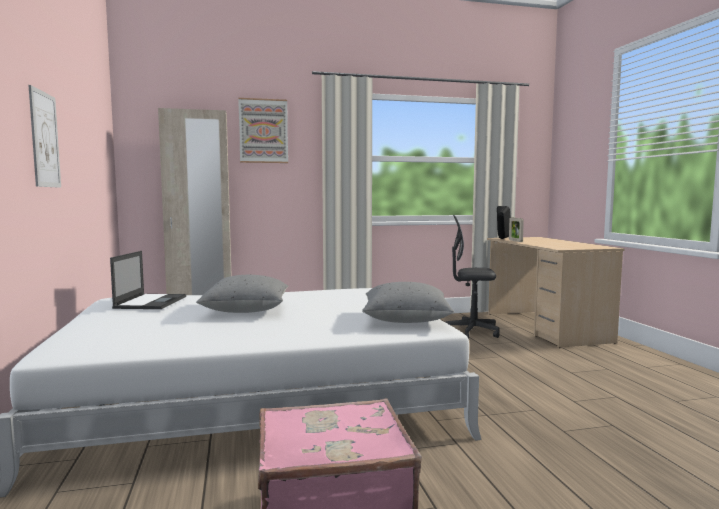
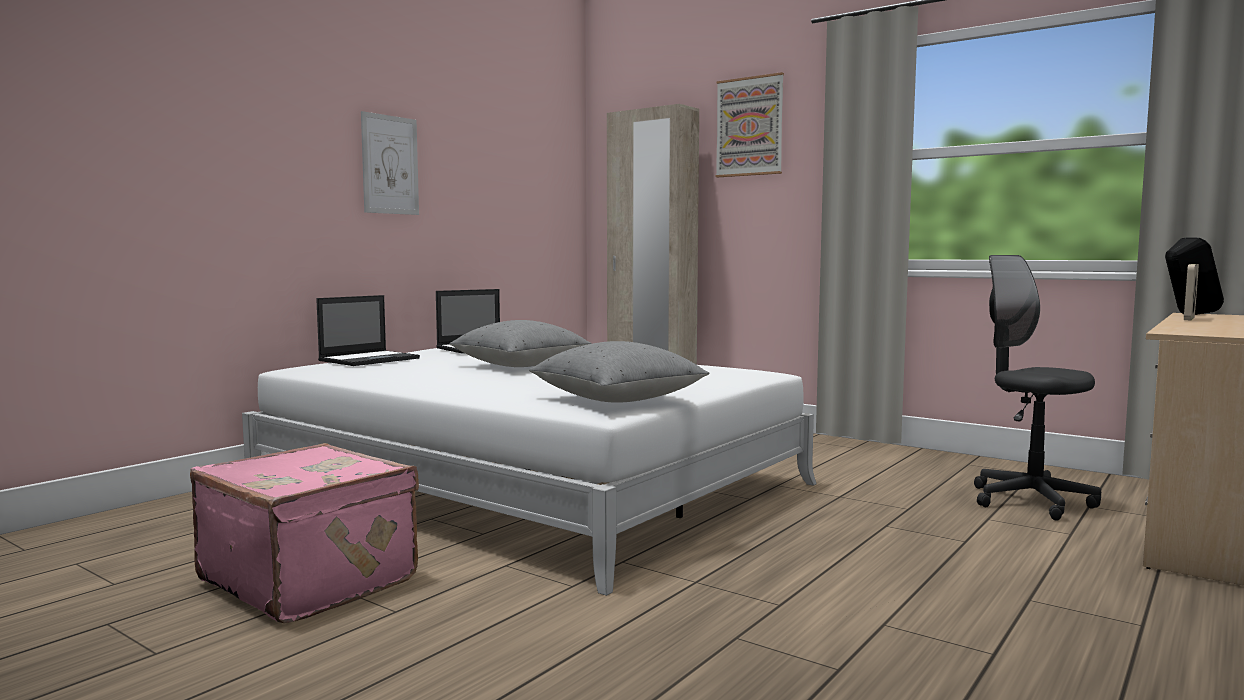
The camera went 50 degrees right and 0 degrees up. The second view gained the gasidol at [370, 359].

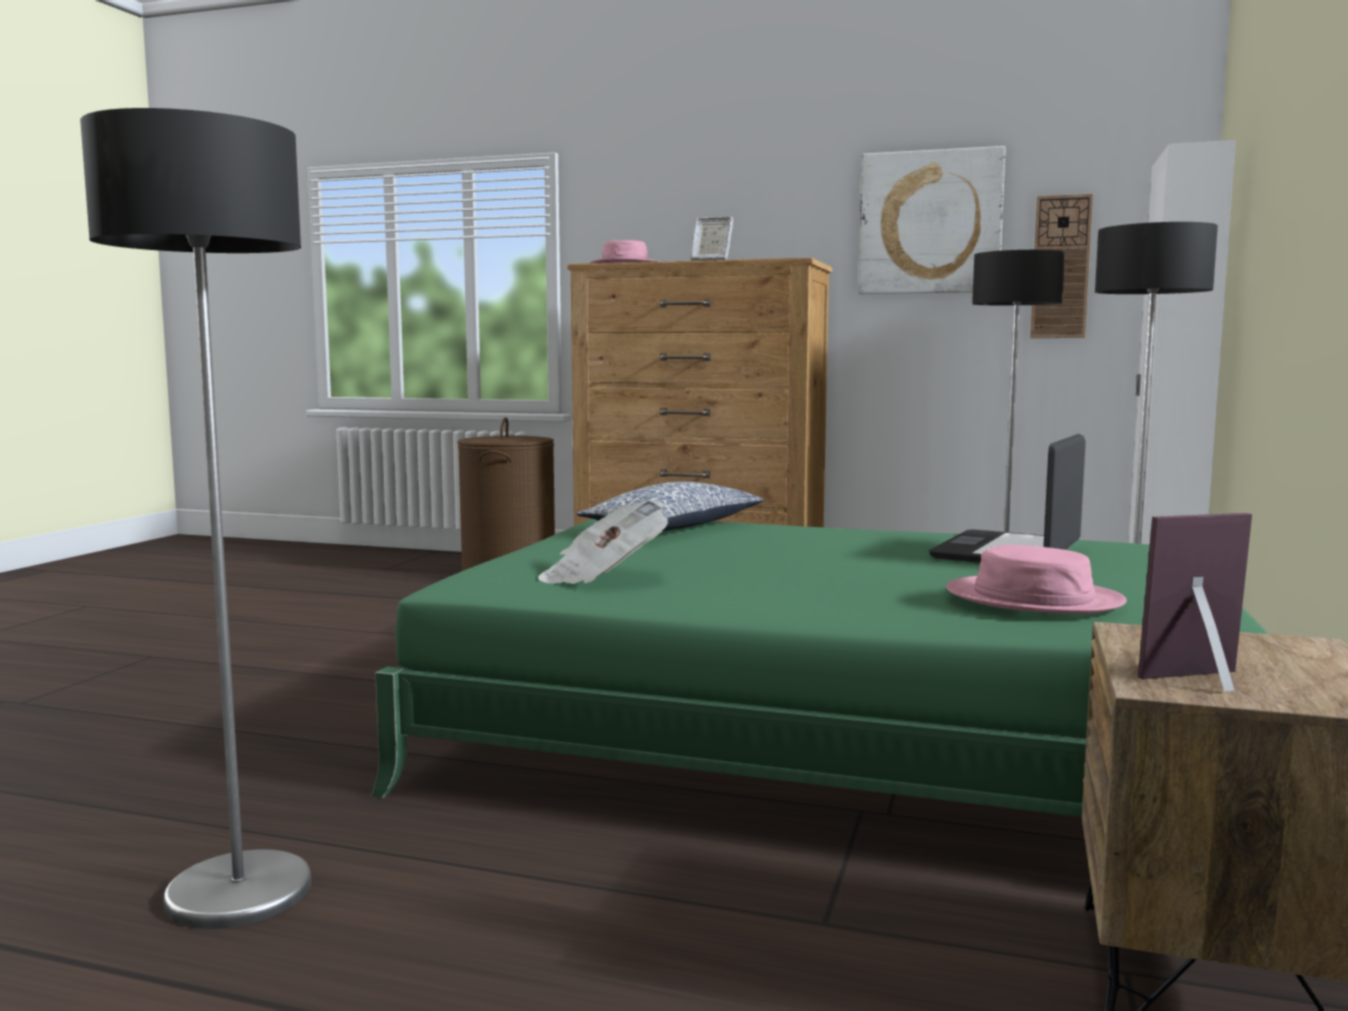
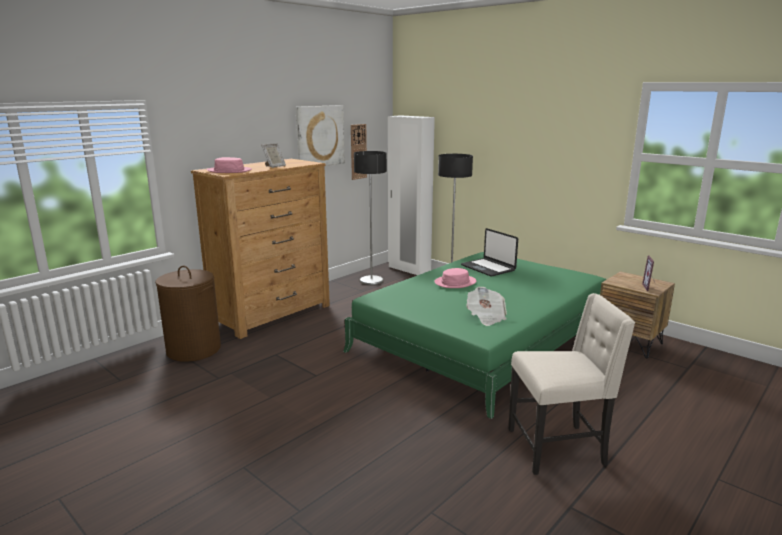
The camera went 65 degrees left and 10 degrees up. The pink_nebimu ended up elsewhere, having gone from [1033, 598] to [455, 282]. Where the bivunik stood at [238, 893], the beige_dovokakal came to stand at [558, 448]. The second view lost the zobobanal at [676, 528].

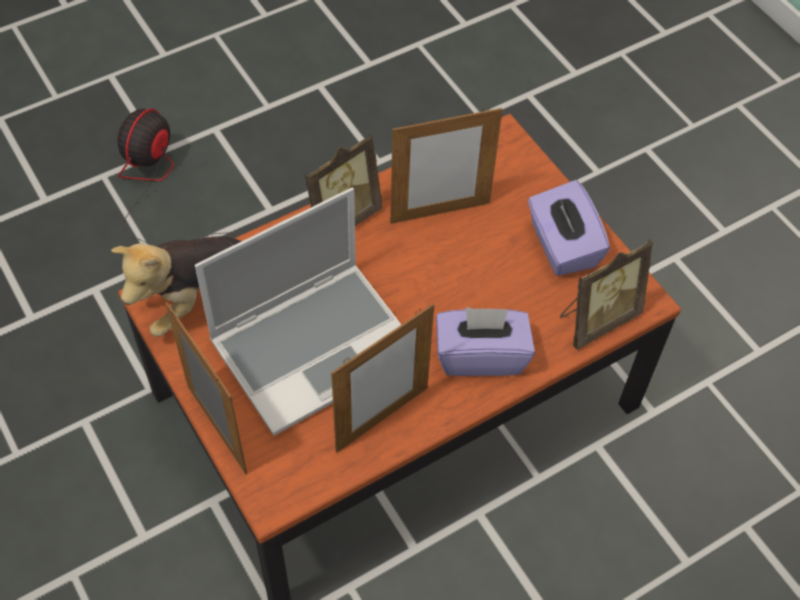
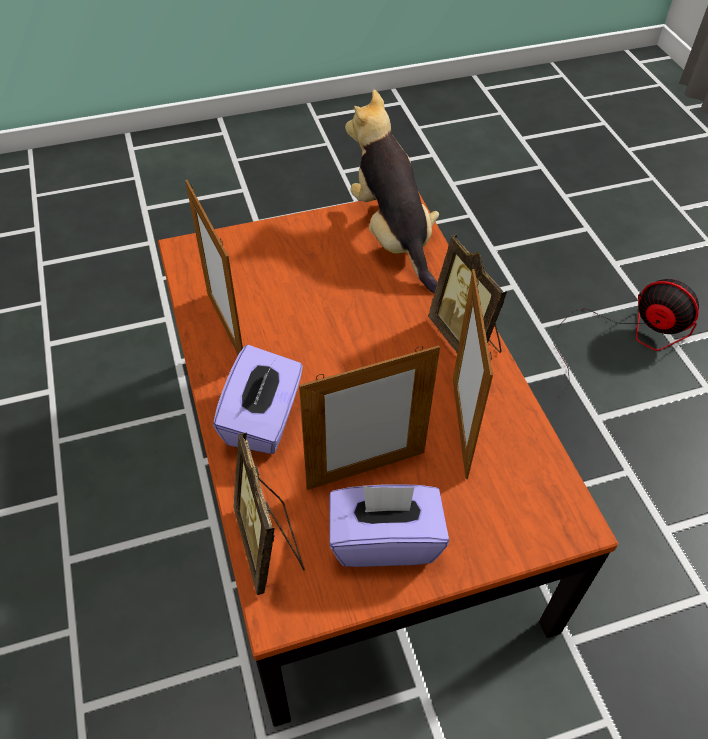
The camera went 105 degrees right and 5 degrees down. The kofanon ended up elsewhere, having gone from [216, 429] to [366, 470]. The second view lost the gasidol at [315, 345].

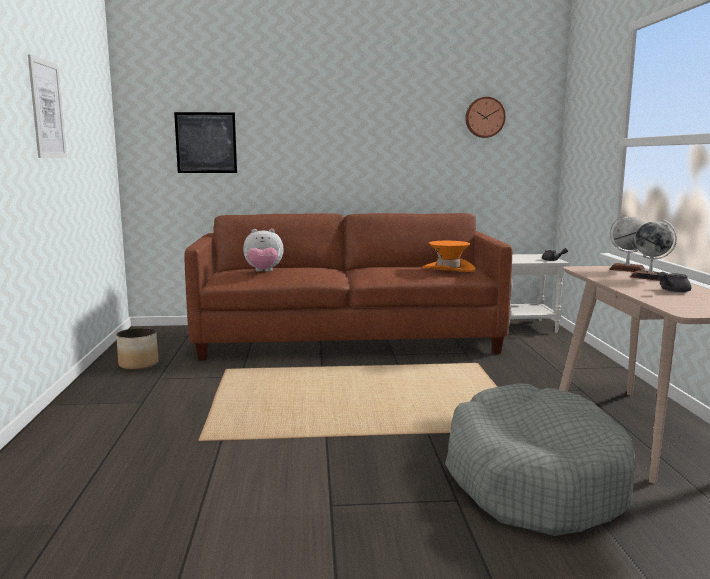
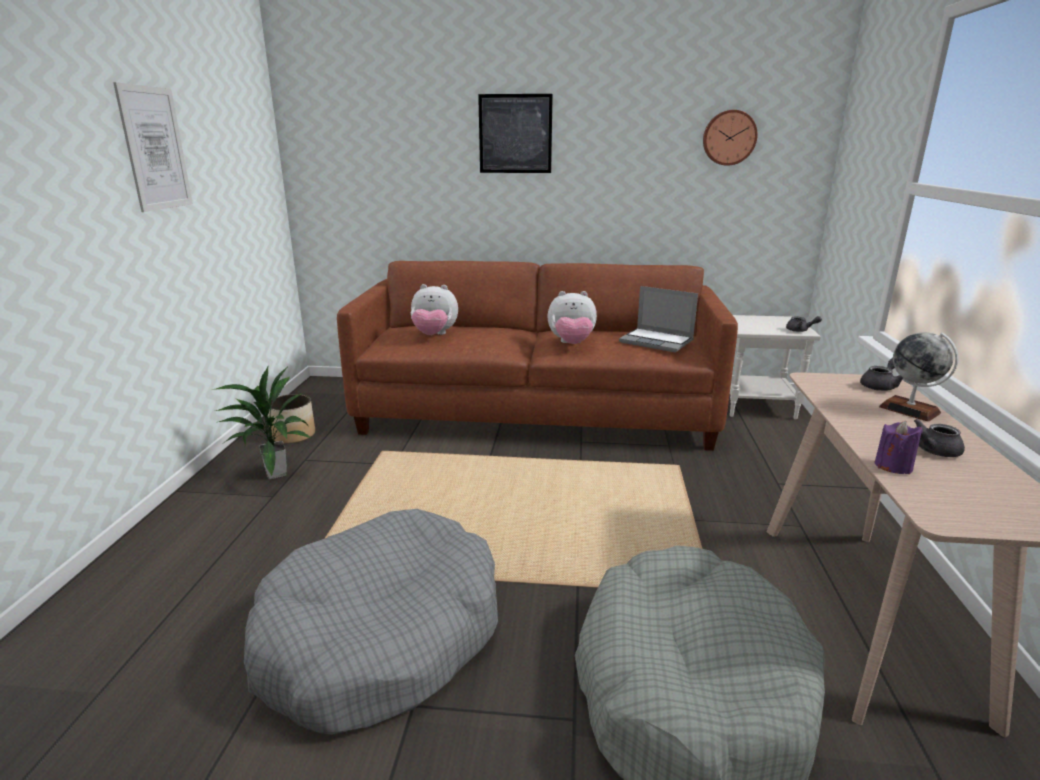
The camera went 10 degrees right and 10 degrees up. The second view gained the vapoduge at [275, 474]. The second view gained the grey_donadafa at [381, 637]. The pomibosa ended up elsewhere, having gone from [206, 143] to [515, 134]. The second view gained the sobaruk at [571, 344]. Where the orange_nebimu stood at [448, 269], the gasidol came to stand at [657, 341]. Where the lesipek stood at [626, 269], the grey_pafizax came to stand at [880, 386]. The second view gained the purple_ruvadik at [893, 466].

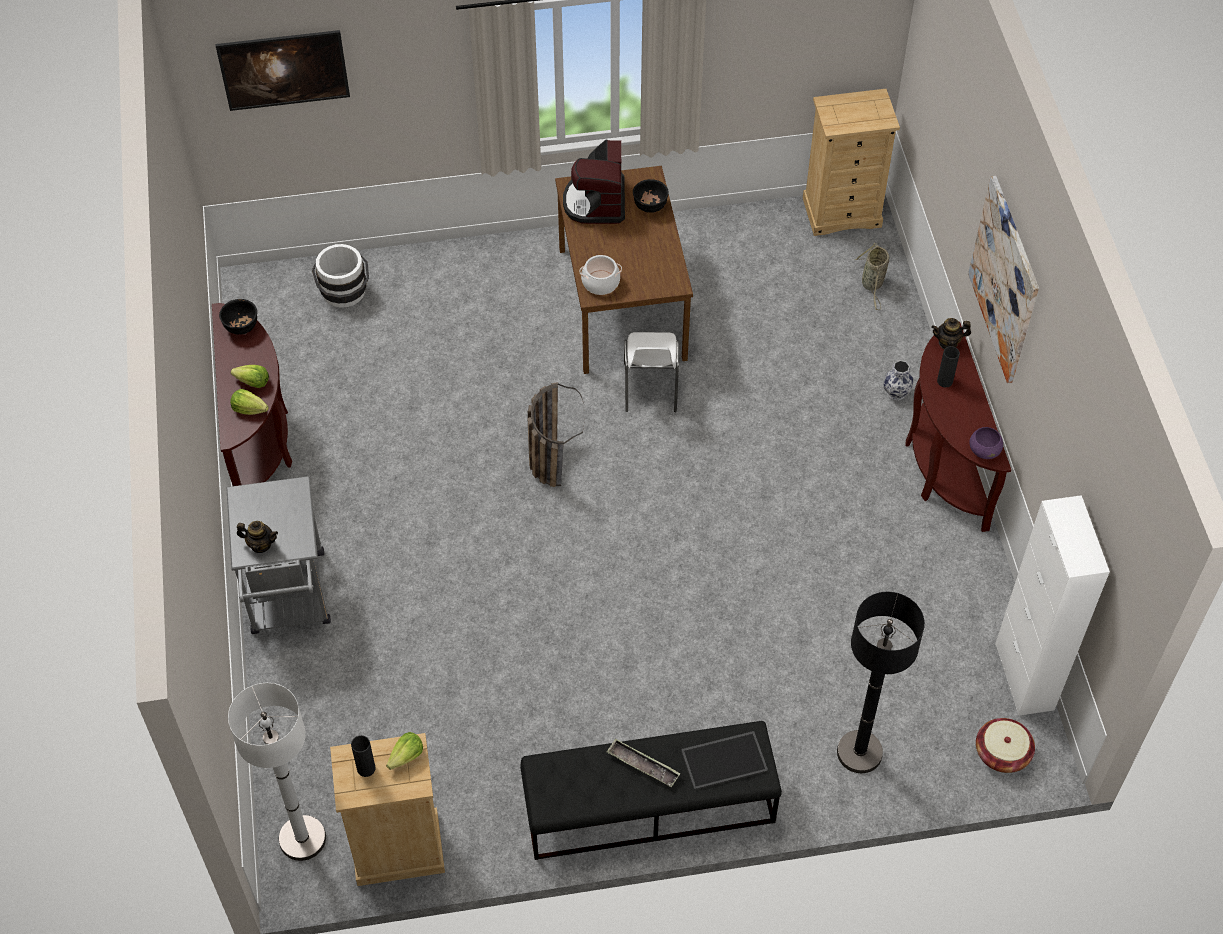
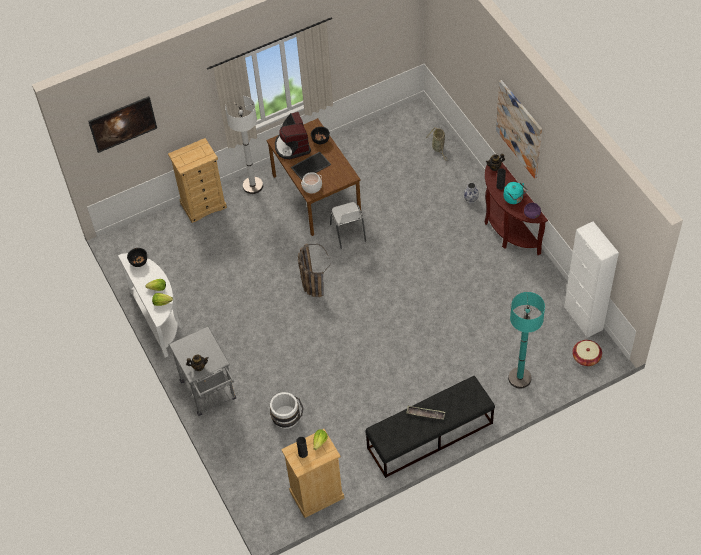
The camera went 15 degrees left and 0 degrees up. What was the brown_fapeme at [259, 441] turned into the white_fapeme at [159, 319]. The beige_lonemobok ended up elsewhere, having gone from [842, 212] to [203, 205]. The white_bivunik ended up elsewhere, having gone from [302, 838] to [253, 186]. The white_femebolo ended up elsewhere, having gone from [344, 294] to [287, 419]. The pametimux ended up elsewhere, having gone from [724, 759] to [310, 165]. The second view gained the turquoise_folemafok at [514, 199]. What was the black_bivunik at [859, 752] turned into the turquoise_bivunik at [519, 378].

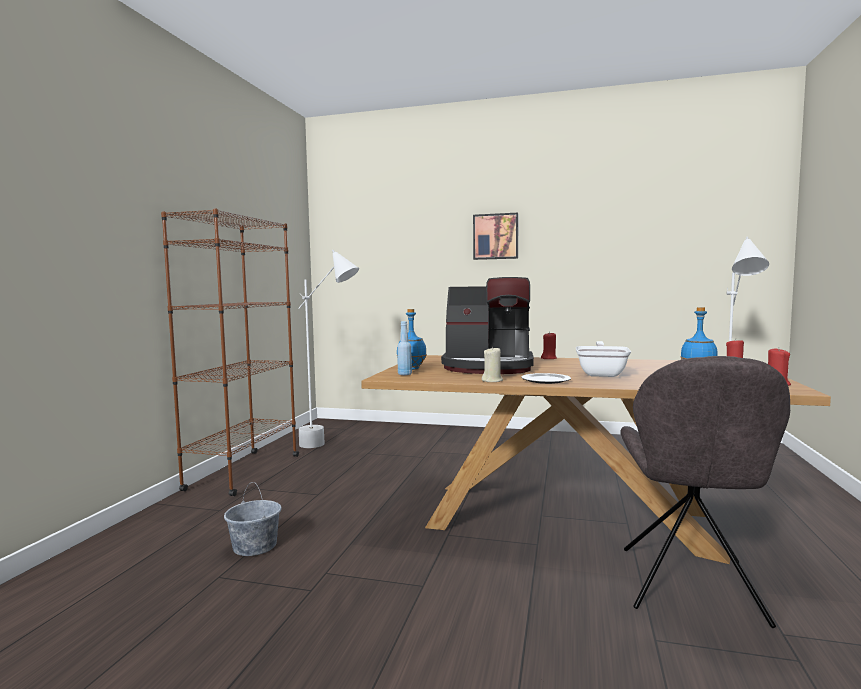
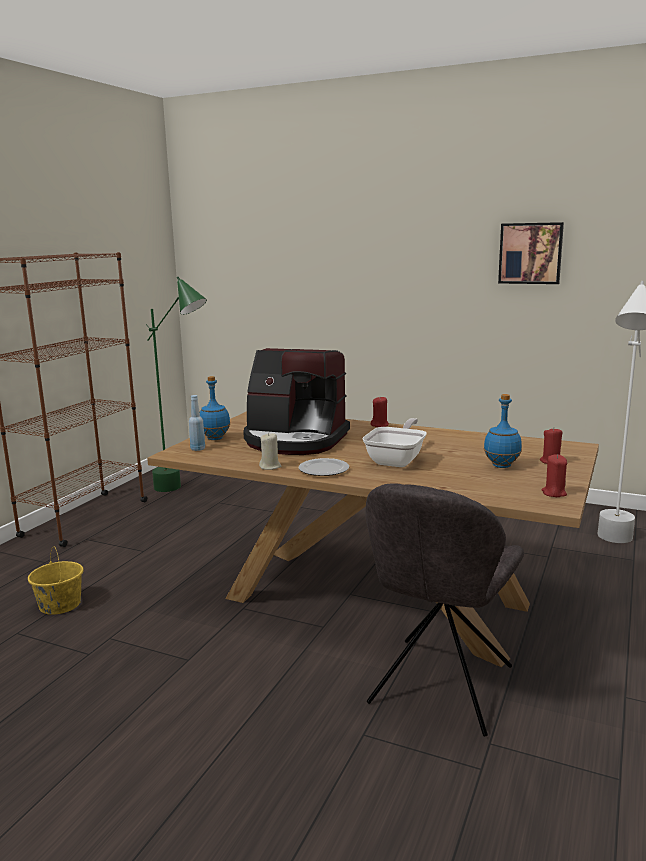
The camera went 10 degrees right and 10 degrees up. What was the grey_femebolo at [254, 546] turned into the yellow_femebolo at [60, 604]. What was the white_bivunik at [330, 446] turned into the green_bivunik at [185, 490]. The pomibosa ended up elsewhere, having gone from [496, 236] to [530, 253].

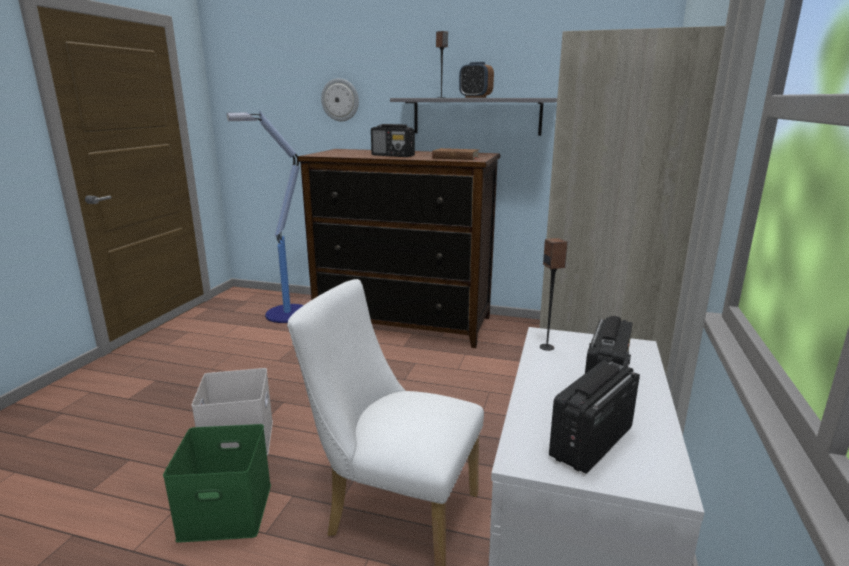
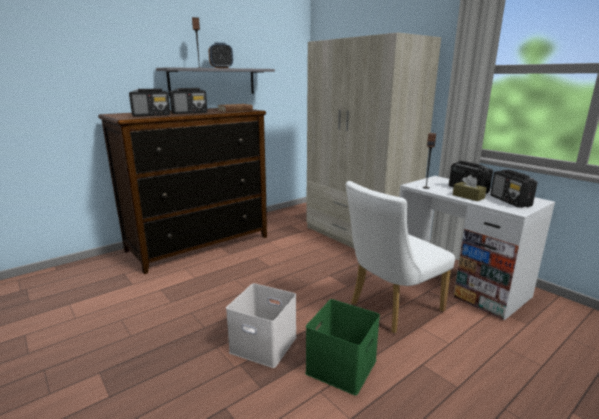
The camera went 55 degrees left and 0 degrees up. The second view gained the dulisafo at [152, 115]. The second view gained the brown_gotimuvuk at [468, 196]. The second view lost the bivunik at [286, 314]. The second view lost the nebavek at [340, 100].

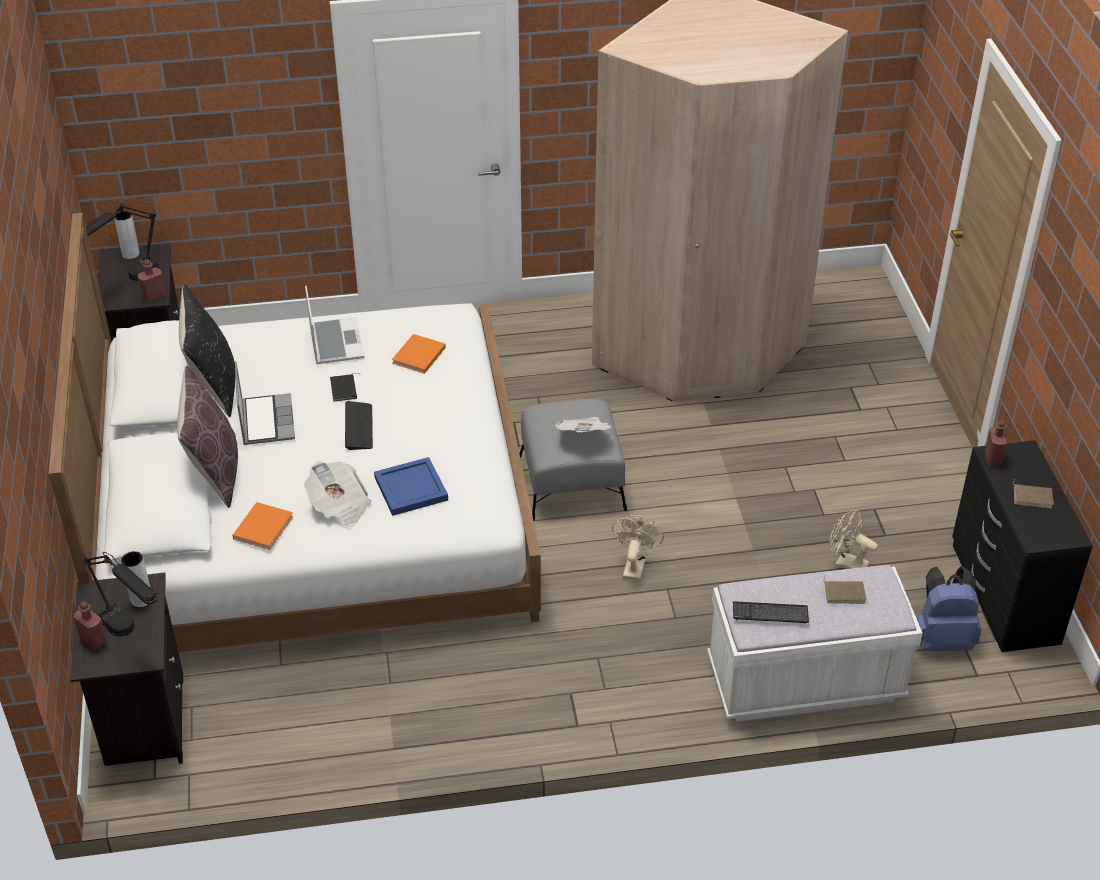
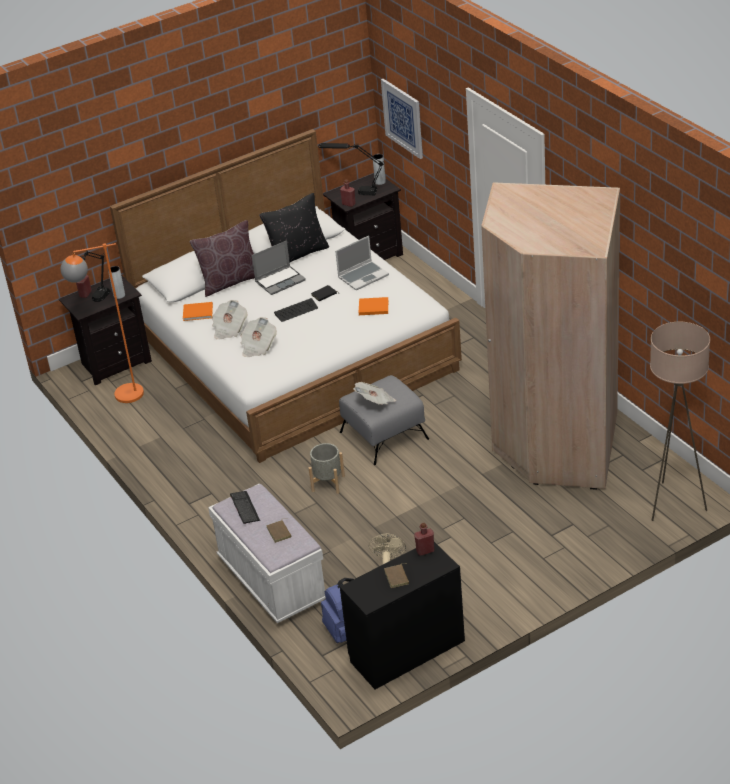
The camera went 70 degrees right and 5 degrees down. The second view gained the orange_bivunik at [118, 396]. Where the blue_pametimux stood at [412, 489], the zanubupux came to stand at [258, 346]. Where the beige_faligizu stood at [634, 565], the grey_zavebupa came to stand at [328, 483]. The second view gained the pomibosa at [403, 118]. The second view gained the beige_bivunik at [673, 504].

